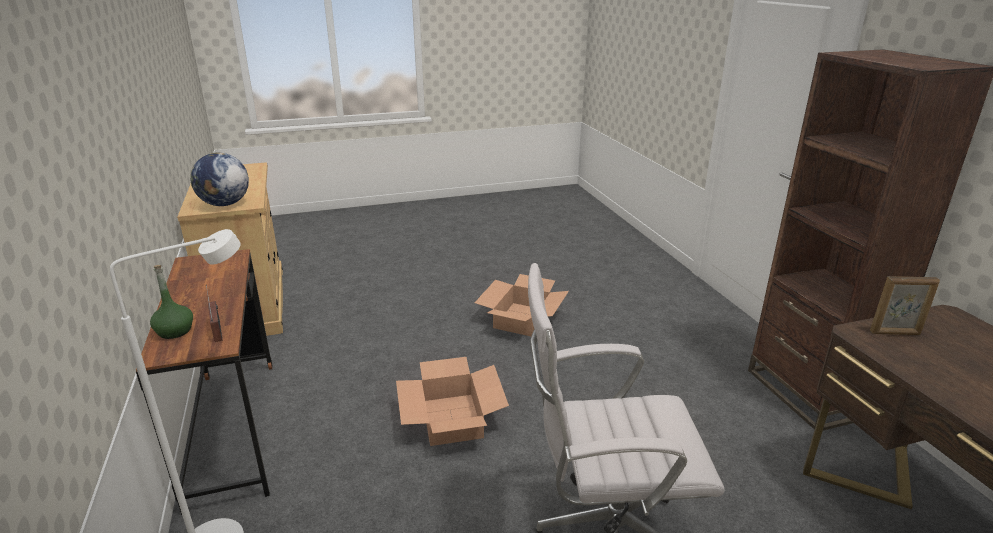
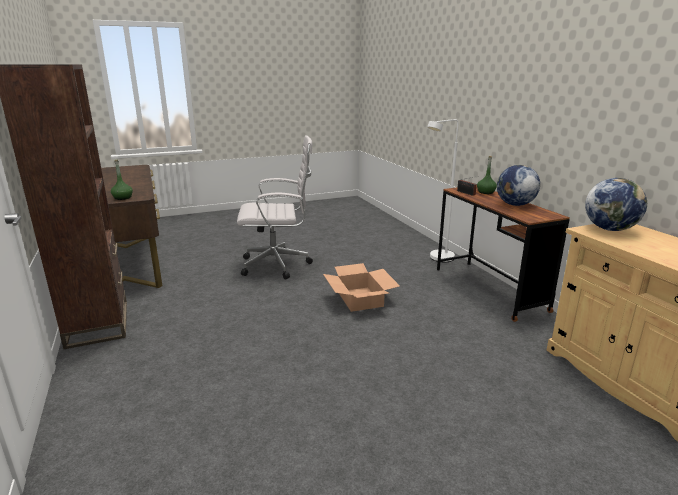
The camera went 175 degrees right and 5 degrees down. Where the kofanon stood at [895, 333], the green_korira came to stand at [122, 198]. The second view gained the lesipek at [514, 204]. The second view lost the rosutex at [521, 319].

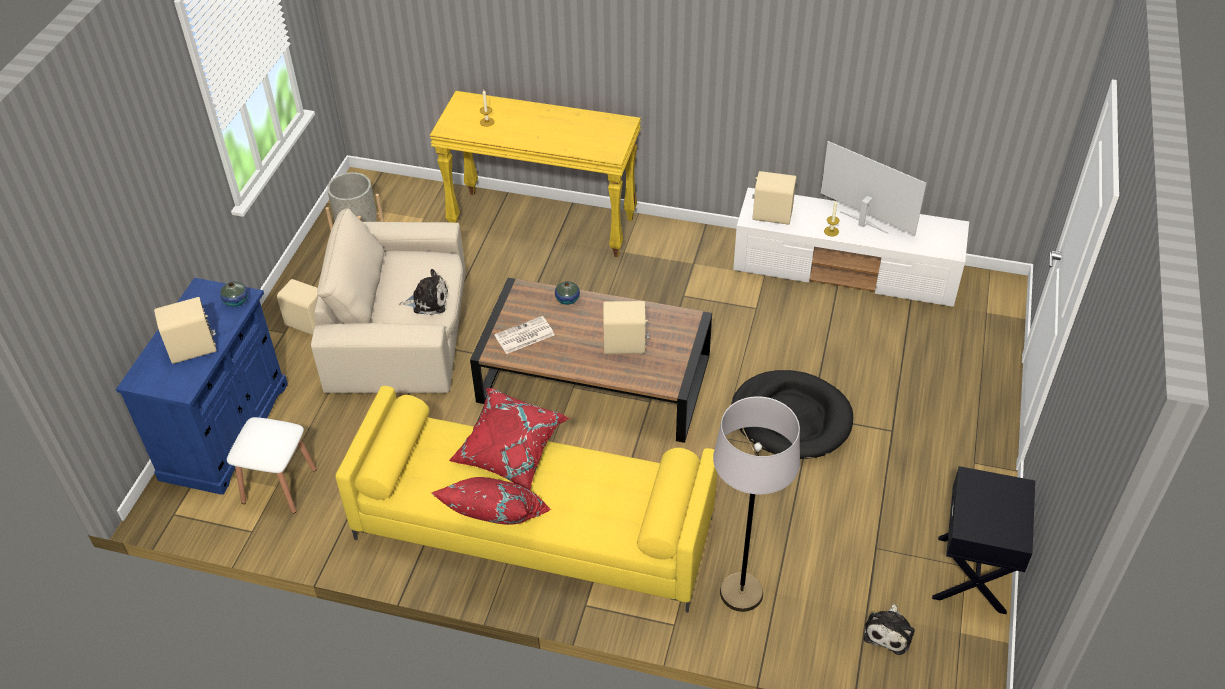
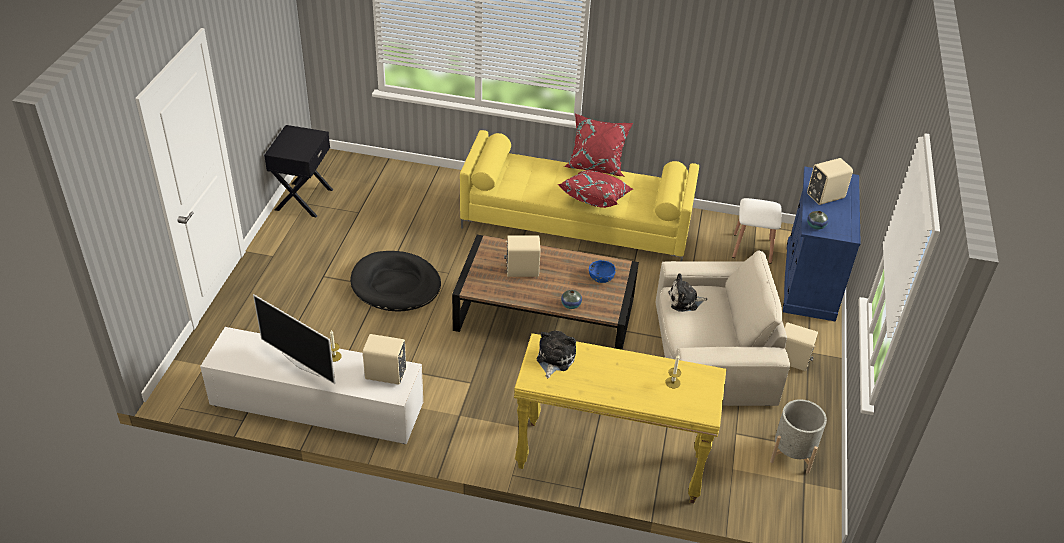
The camera went 175 degrees right and 5 degrees down. The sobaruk ended up elsewhere, having gone from [889, 632] to [554, 359]. Where the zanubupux stood at [524, 336], the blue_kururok came to stand at [601, 277]. The second view lost the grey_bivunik at [741, 593].

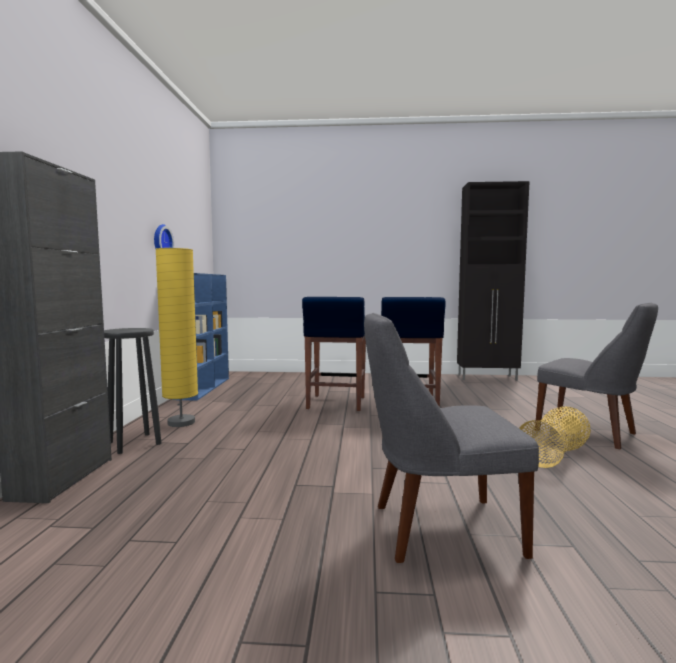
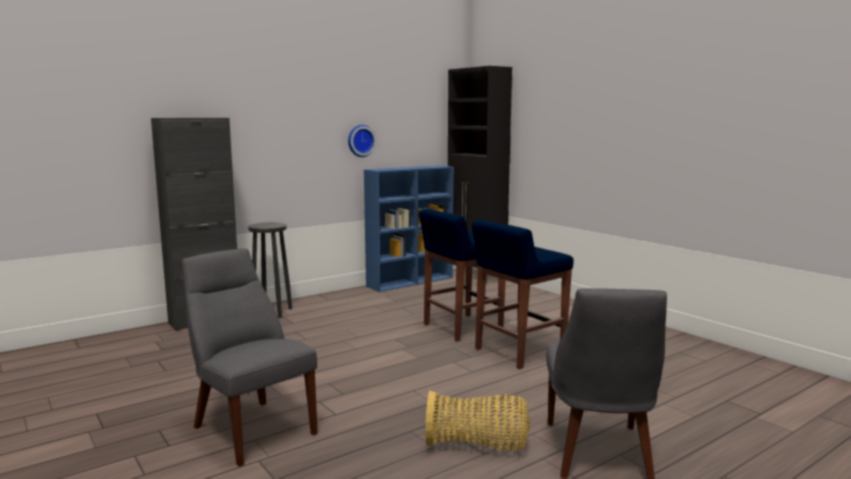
The camera went 50 degrees right and 5 degrees up. The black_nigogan ended up elsewhere, having gone from [488, 378] to [476, 276]. The second view lost the yellow_bivunik at [181, 423].

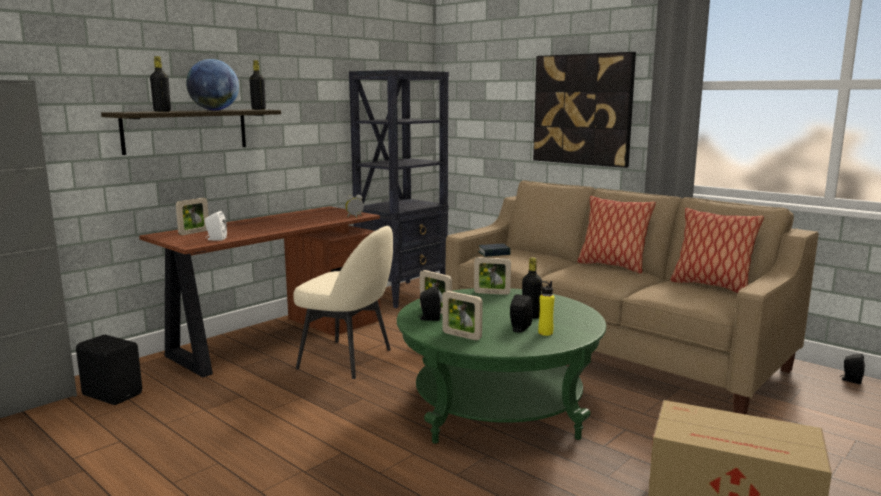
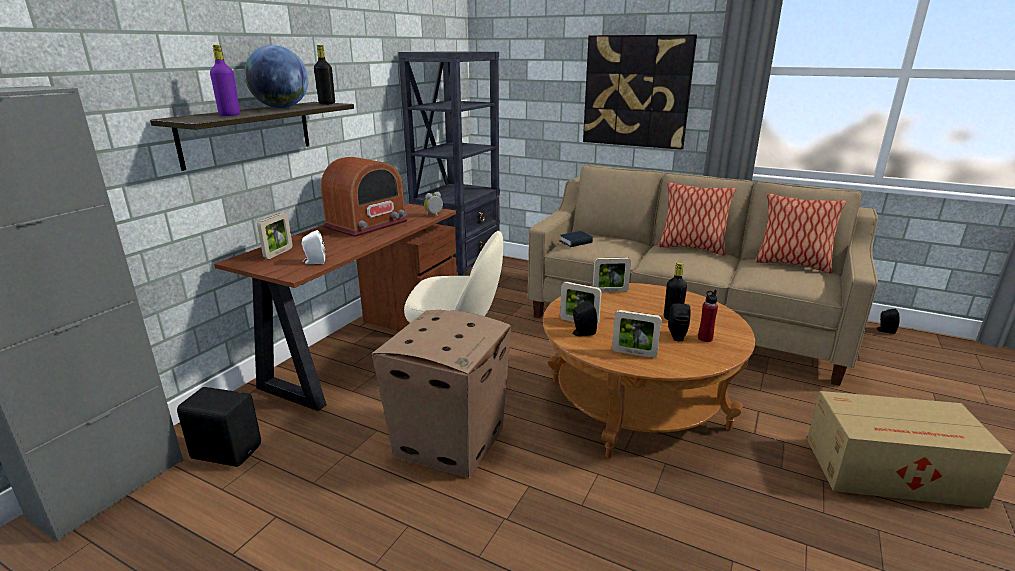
The camera went 15 degrees left and 10 degrees up. What was the black_korira at [162, 111] turned into the purple_korira at [229, 115]. The second view gained the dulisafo at [366, 224]. The second view gained the rosutex at [451, 441]. What was the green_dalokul at [498, 407] turned into the brown_dalokul at [636, 404]. What was the yellow_korira at [545, 333] turned into the red_korira at [705, 338].

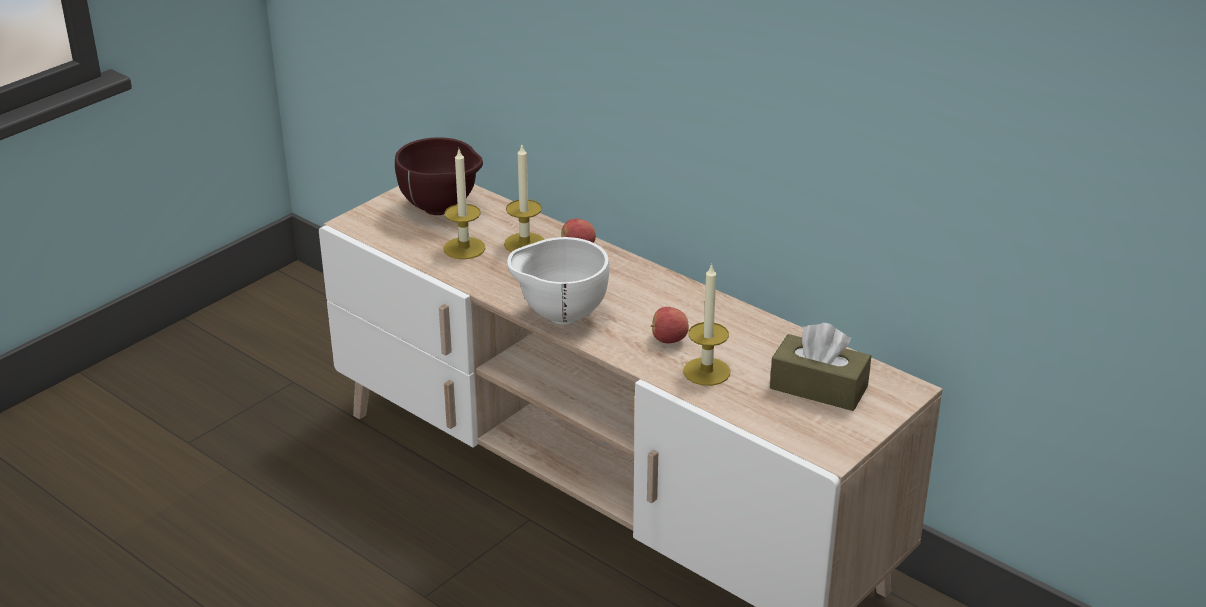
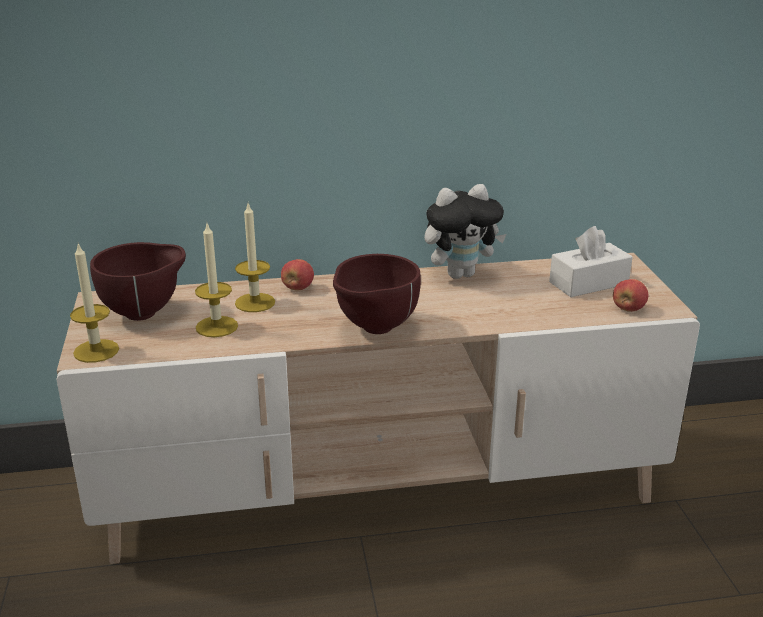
The camera went 50 degrees left and 5 degrees down. The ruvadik ended up elsewhere, having gone from [706, 371] to [96, 351]. What was the white_kururok at [559, 316] turned into the brown_kururok at [374, 329]. The second view gained the sobaruk at [461, 274]. What was the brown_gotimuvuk at [818, 387] turned into the white_gotimuvuk at [588, 283]. The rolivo ended up elsewhere, having gone from [668, 339] to [628, 309].

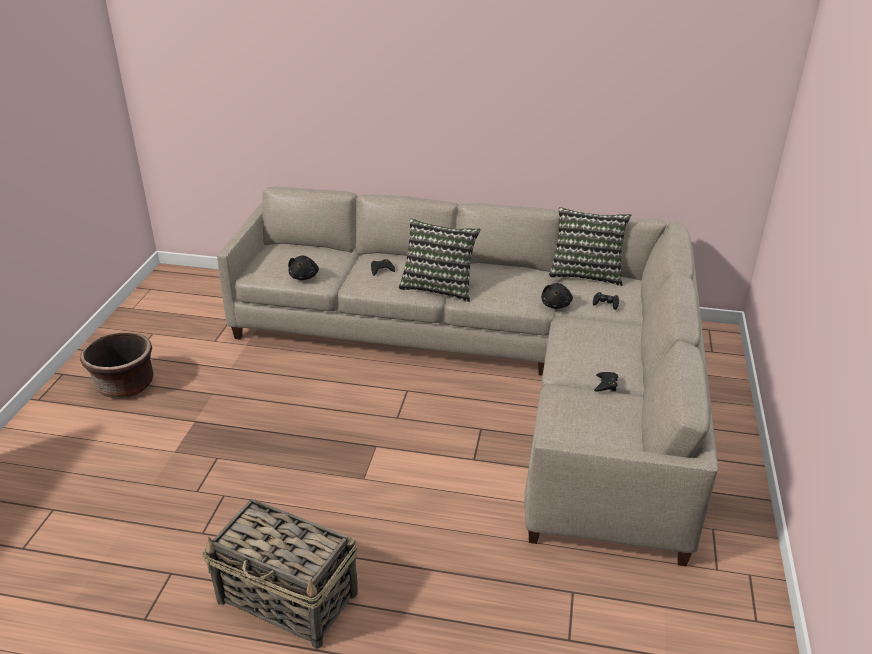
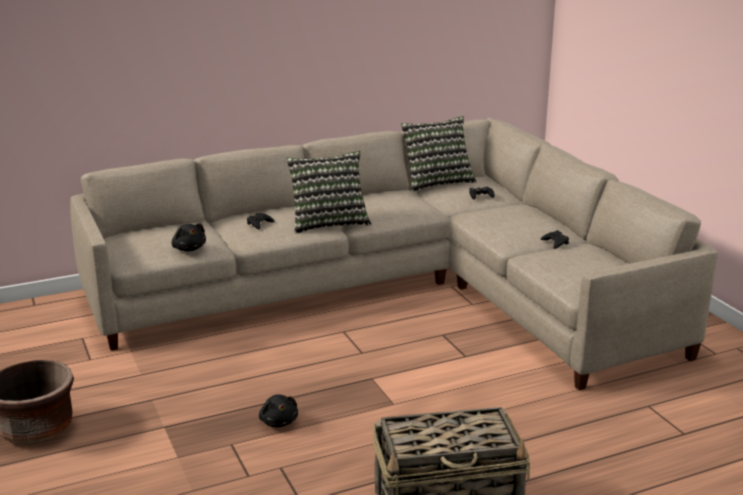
The camera went 35 degrees left and 10 degrees down. The black_sobaruk ended up elsewhere, having gone from [556, 304] to [278, 421].

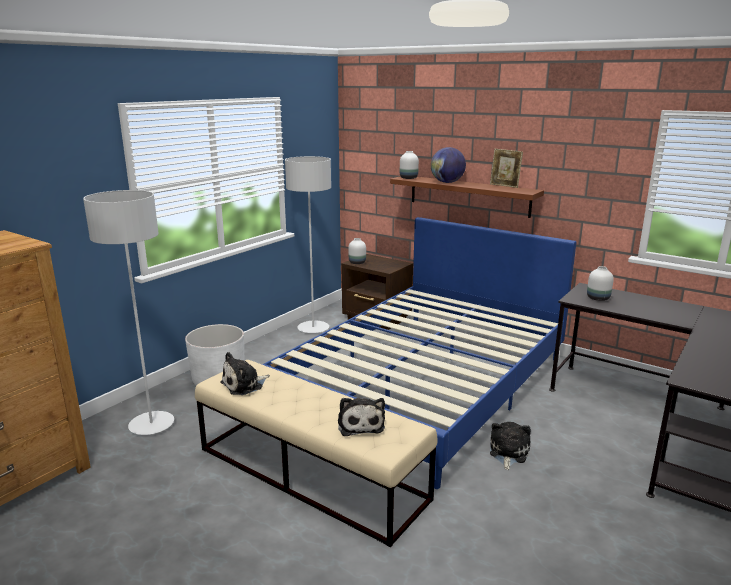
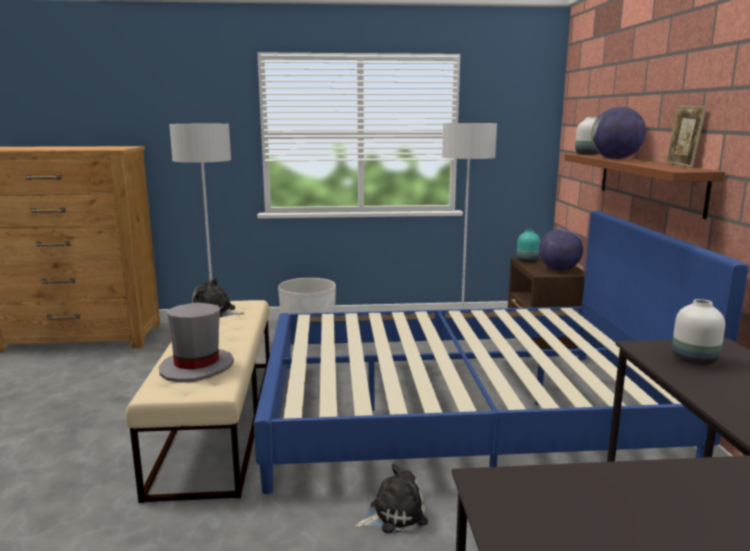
The camera went 50 degrees right and 5 degrees down. Where the sobaruk stood at [360, 424], the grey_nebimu came to stand at [197, 367]. What was the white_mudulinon at [357, 262] turned into the turquoise_mudulinon at [528, 261]. The second view gained the lesipek at [559, 270].

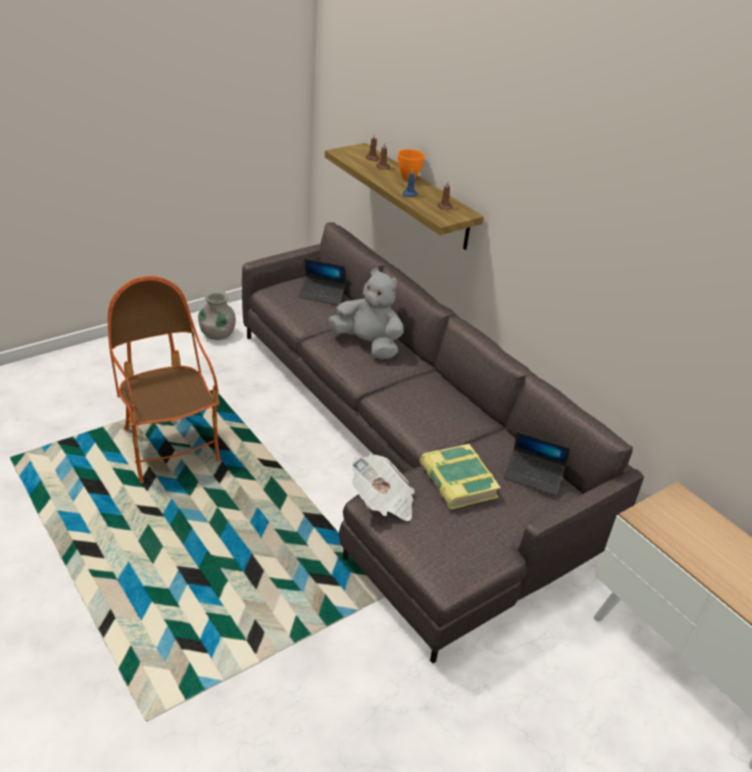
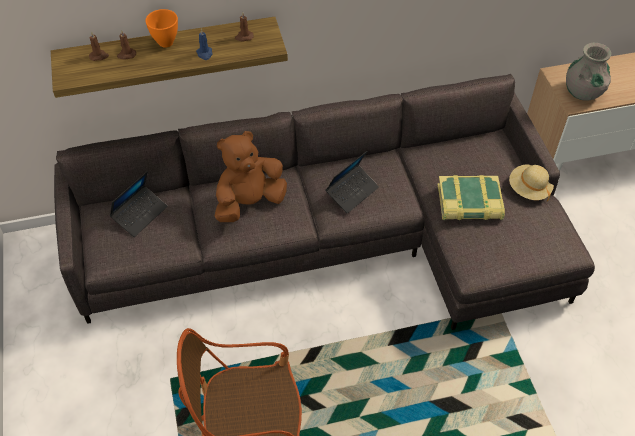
The camera went 65 degrees left and 15 degrees up. What was the grey_sobaruk at [368, 344] turned into the brown_sobaruk at [249, 202]. The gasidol ended up elsewhere, having gone from [533, 476] to [352, 192]. The second view gained the beige_nebimu at [528, 189]. The grey_mudulinon ended up elsewhere, having gone from [217, 335] to [582, 92]. The second view lost the zanubupux at [383, 501].

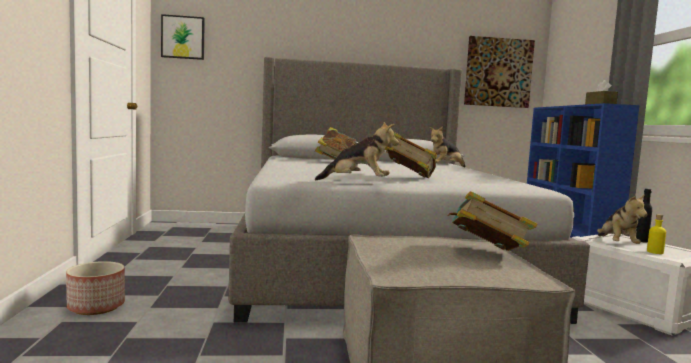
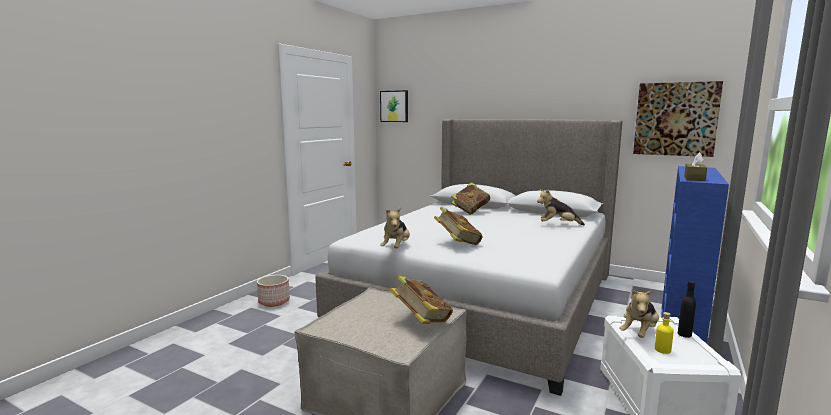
The camera went 35 degrees right and 5 degrees up. The sobaruk at [357, 182] ended up facing another way, 60 degrees clockwise from before.

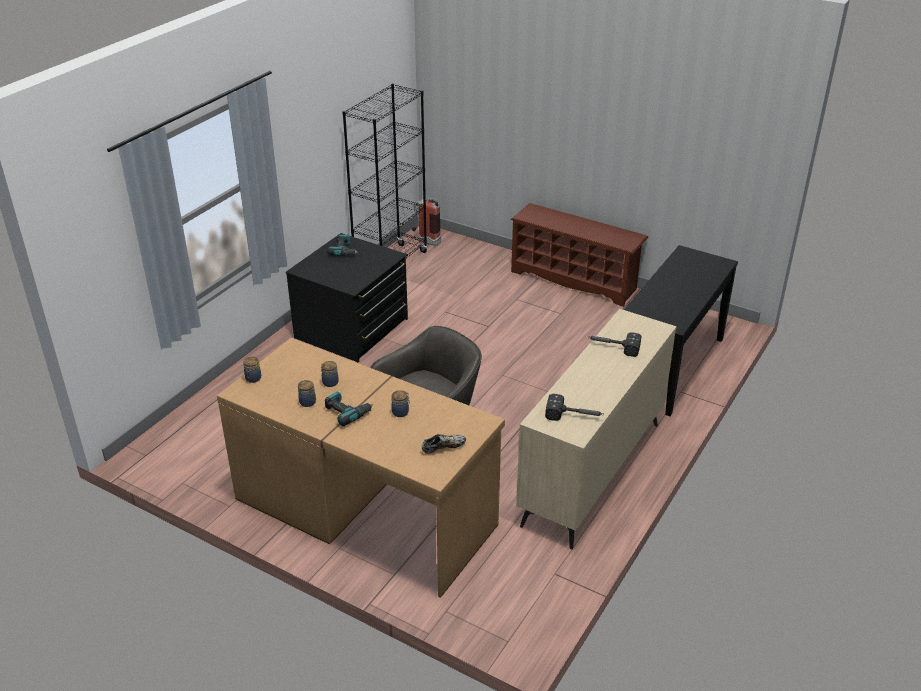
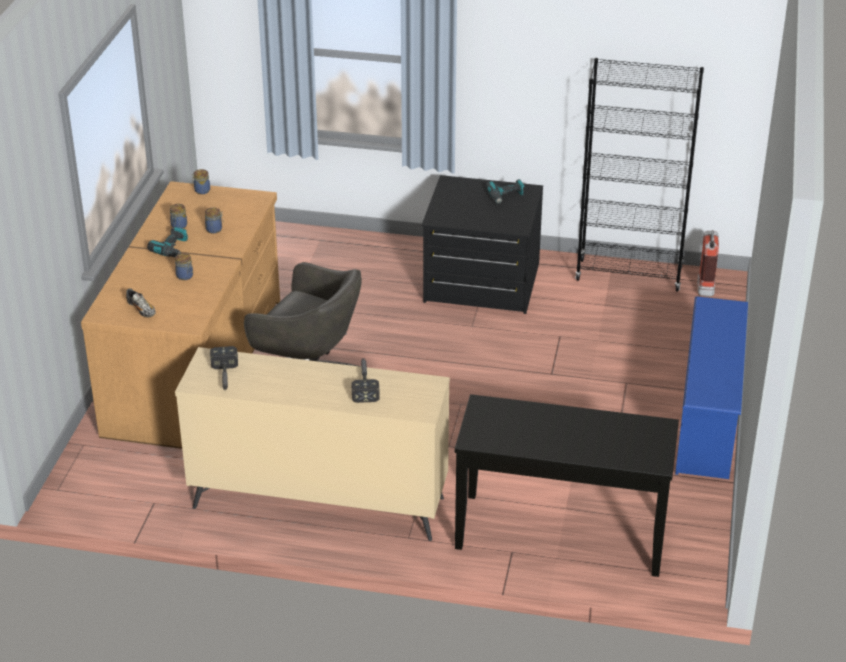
The camera went 70 degrees right and 0 degrees up. What was the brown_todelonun at [575, 280] turned into the blue_todelonun at [708, 421].

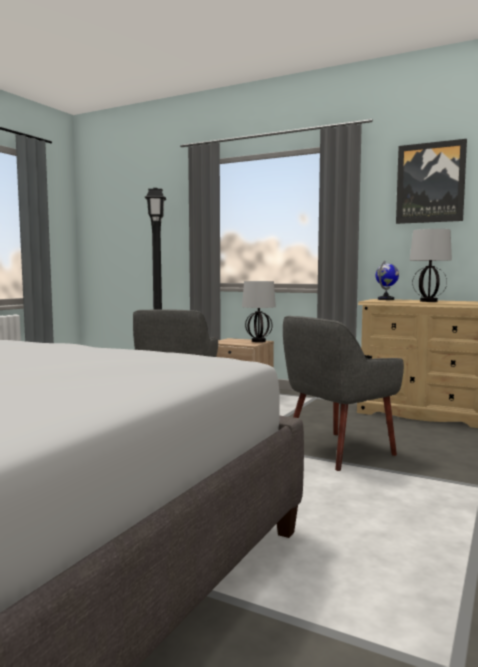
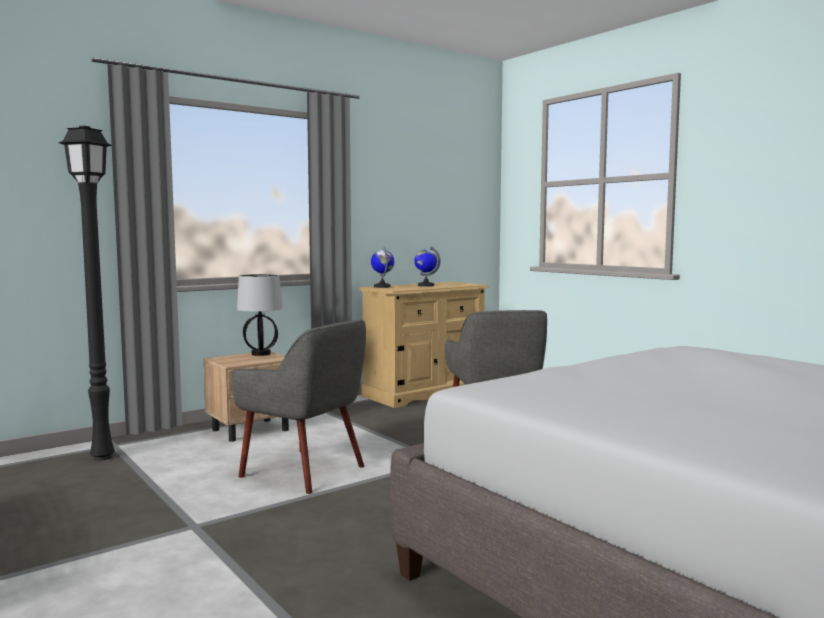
The camera went 65 degrees left and 0 degrees up. Where the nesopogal stood at [428, 301], the lesipek came to stand at [425, 285]. The second view lost the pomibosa at [430, 183].

